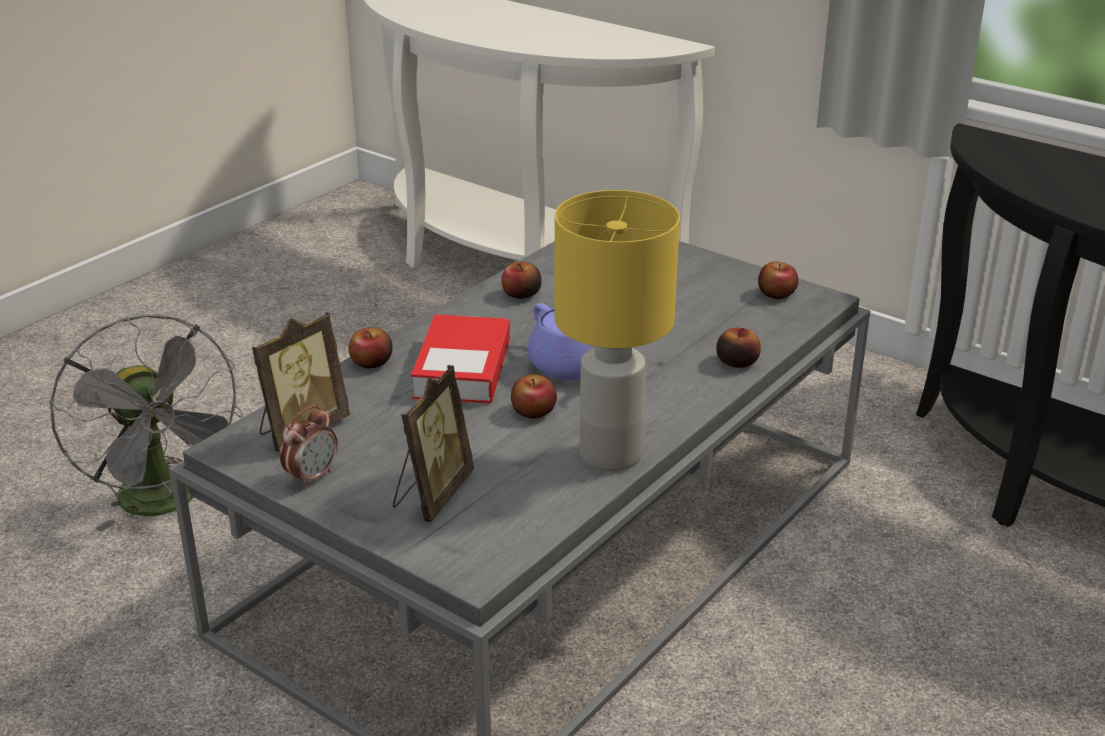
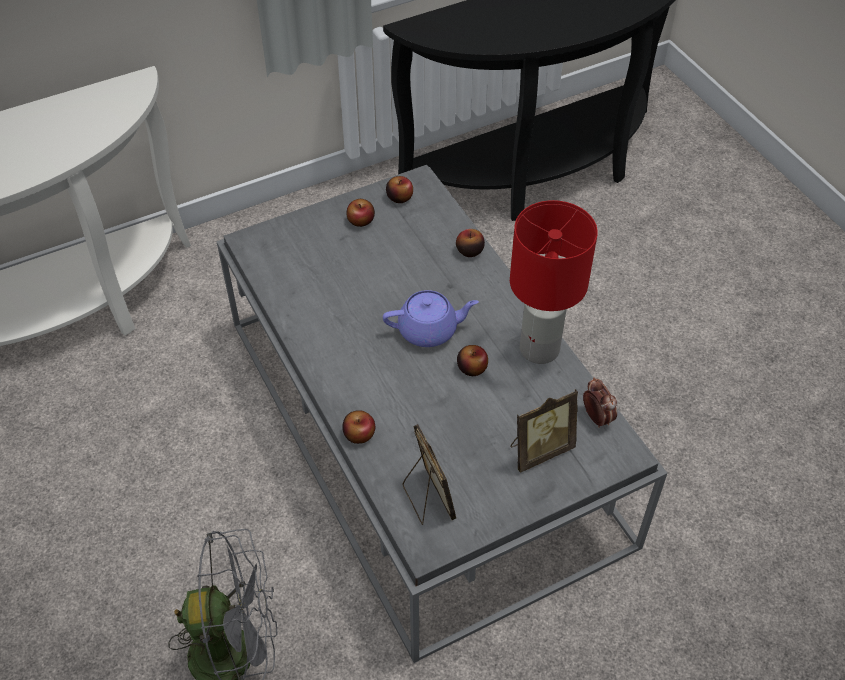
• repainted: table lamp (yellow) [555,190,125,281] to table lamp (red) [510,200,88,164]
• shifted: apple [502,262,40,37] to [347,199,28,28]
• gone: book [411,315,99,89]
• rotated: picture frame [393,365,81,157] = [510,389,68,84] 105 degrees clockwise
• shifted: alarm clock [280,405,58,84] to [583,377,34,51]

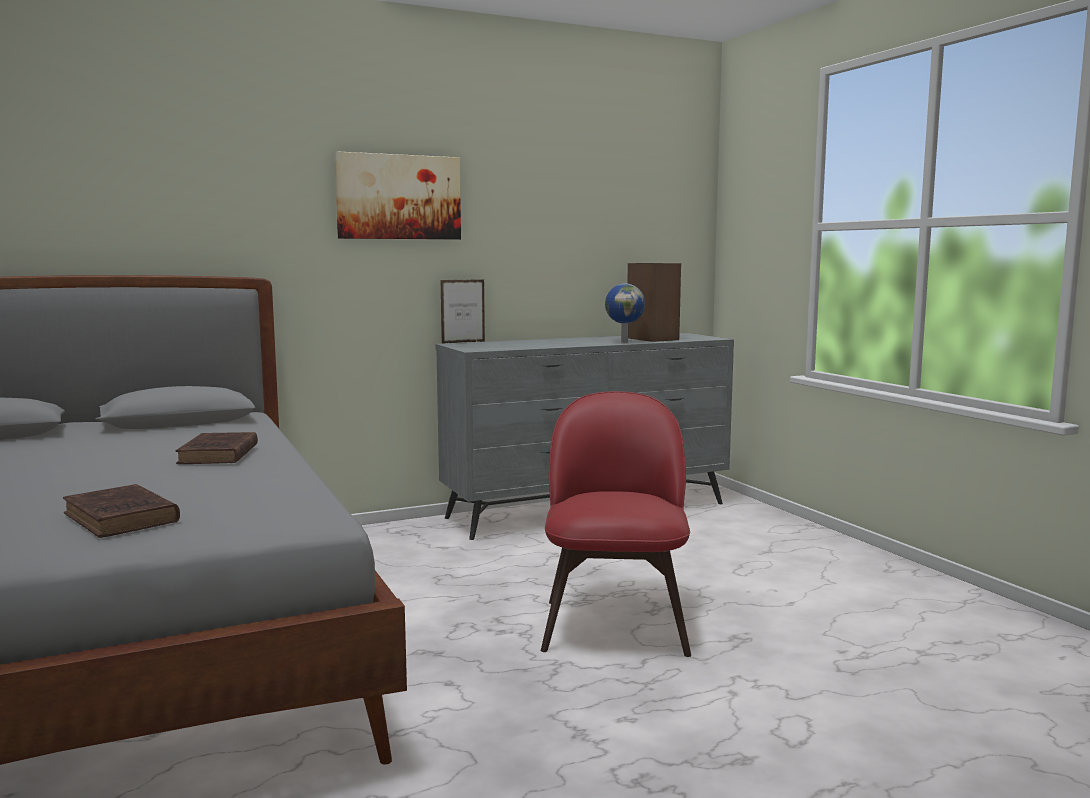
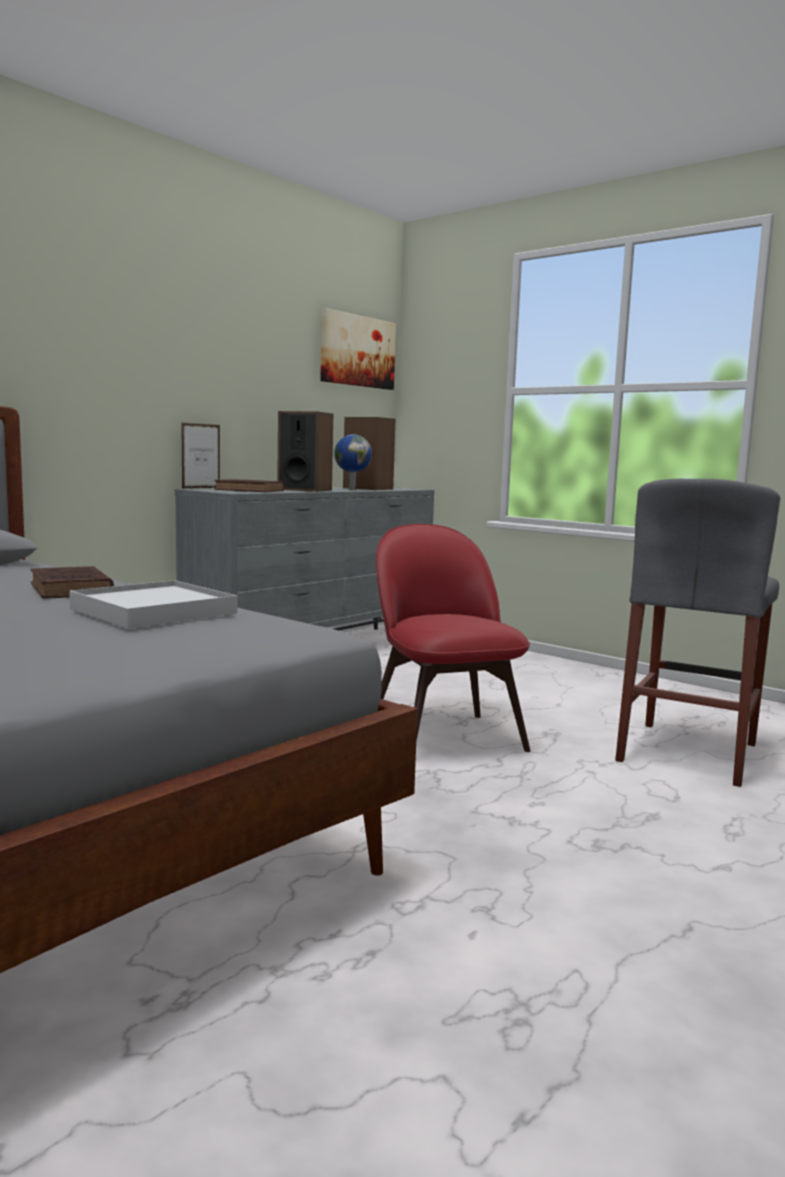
• shifted: picture [335,151,126,88] to [320,308,76,82]
• shifted: book (brown) [63,484,117,54] to [214,479,70,13]
• new: speaker [277,411,56,81]
• new: stool (grey) [615,479,165,308]
• new: tray (white) [69,580,168,49]

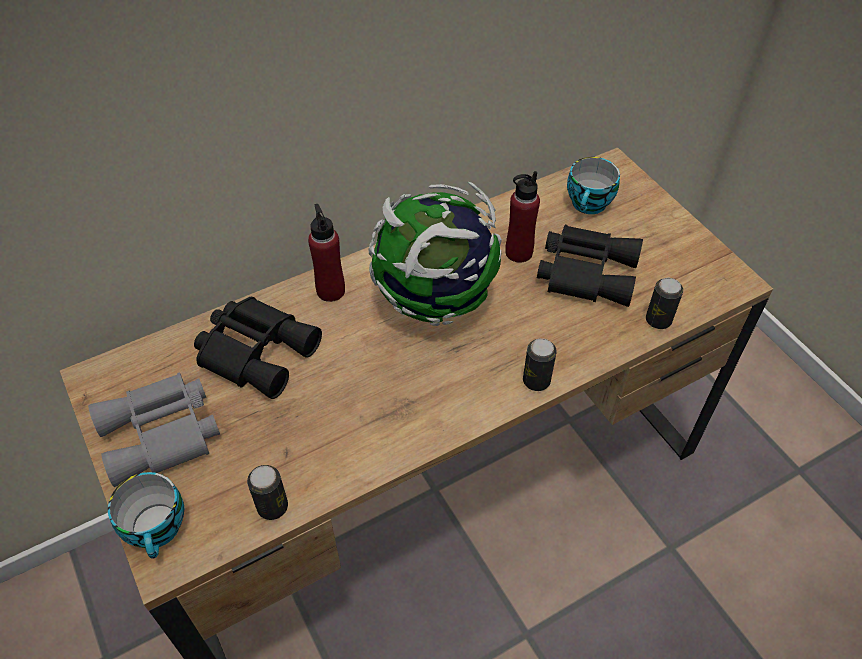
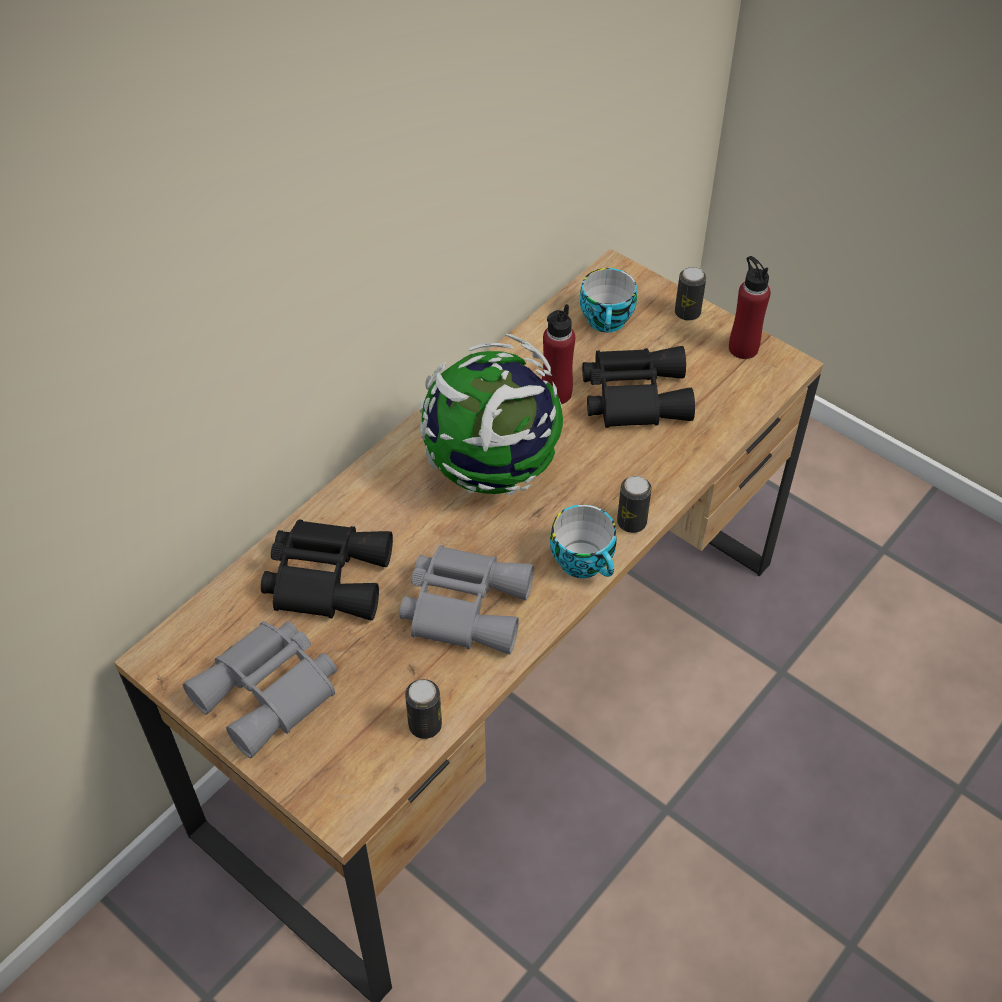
• shifted: bottle (red) [308,204,37,98] to [729,256,42,103]
• shifted: can [646,278,37,51] to [675,267,31,54]
• shifted: cup [108,472,76,87] to [550,505,67,73]
• new: binoculars (grey) [399,545,135,109]

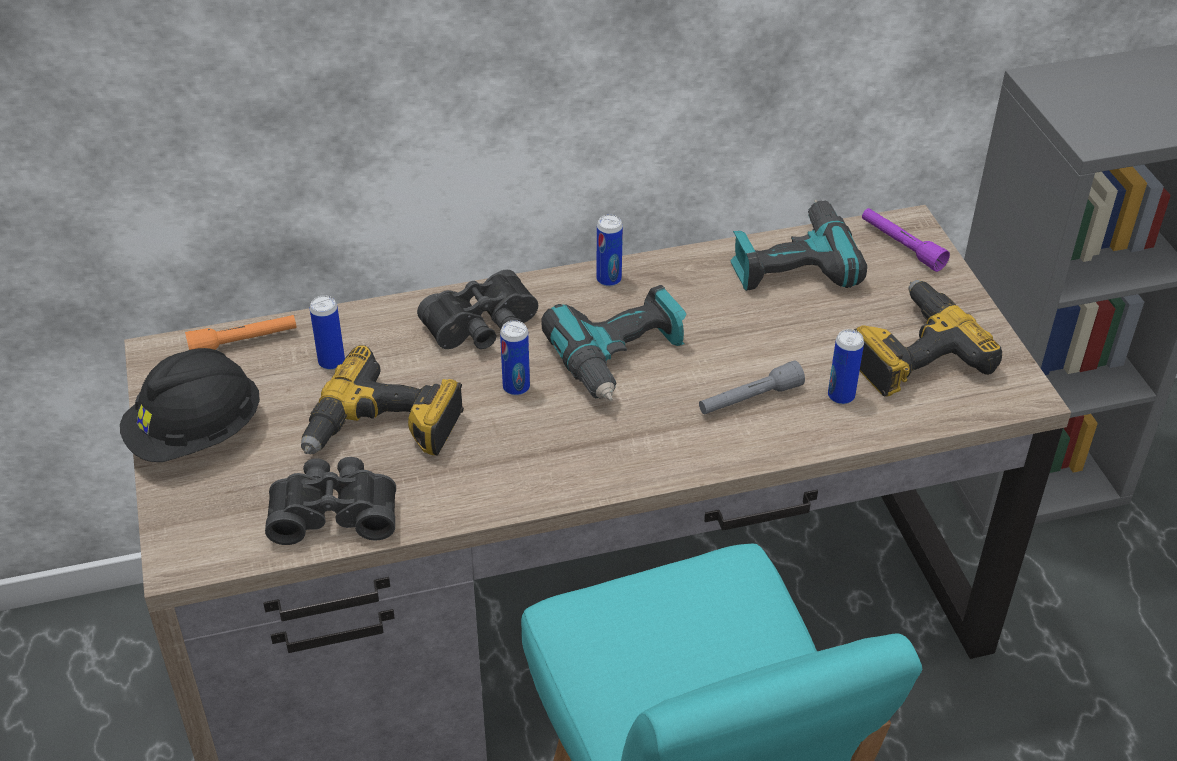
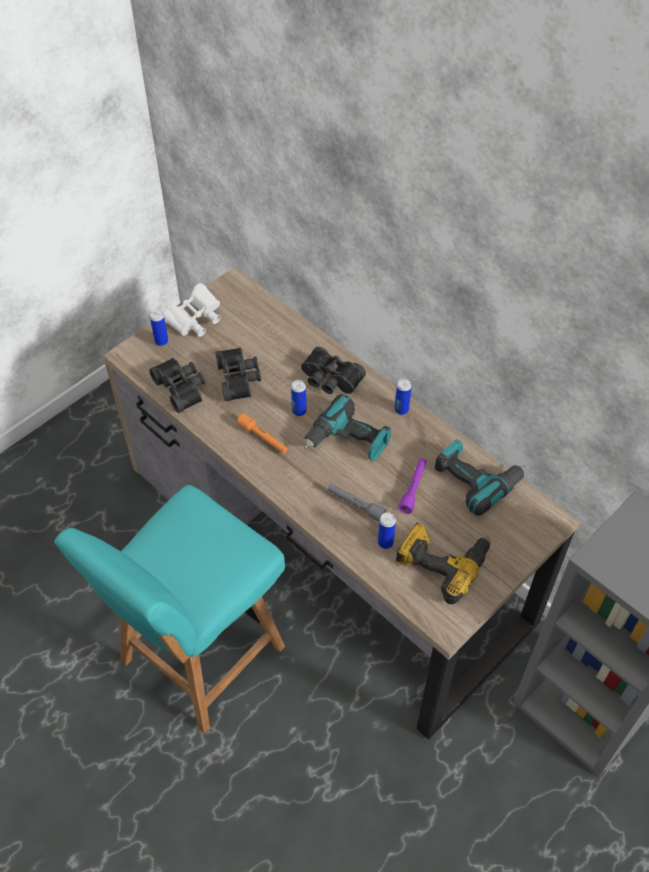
• shifted: flashlight (purple) [862,208,88,64] to [398,458,29,56]
• shifted: can [310,295,35,75] to [150,310,18,36]
• shifted: flashlight (orange) [185,315,112,35] to [237,413,51,41]
• swapped: power drill [301,345,163,111] to binoculars (black) [215,348,46,53]
• swapped: hard hat (black) [120,348,140,114] to binoculars (white) [163,283,58,54]

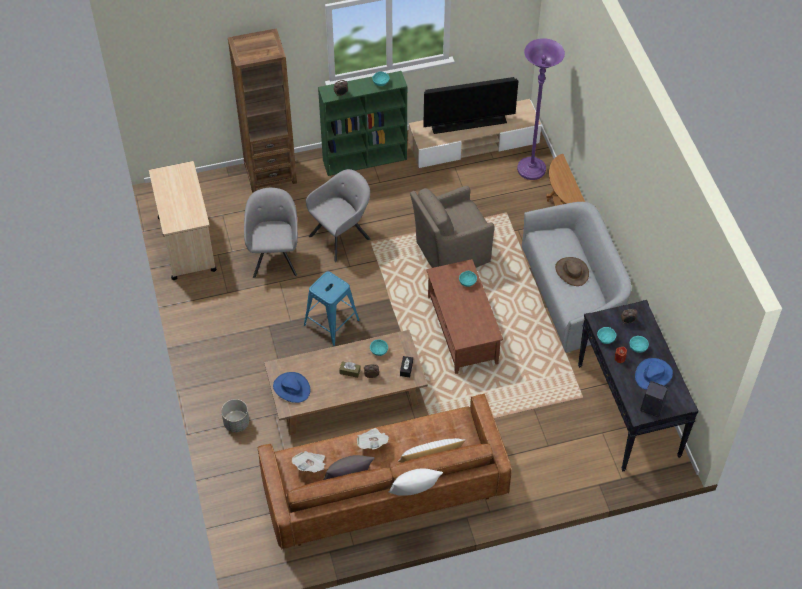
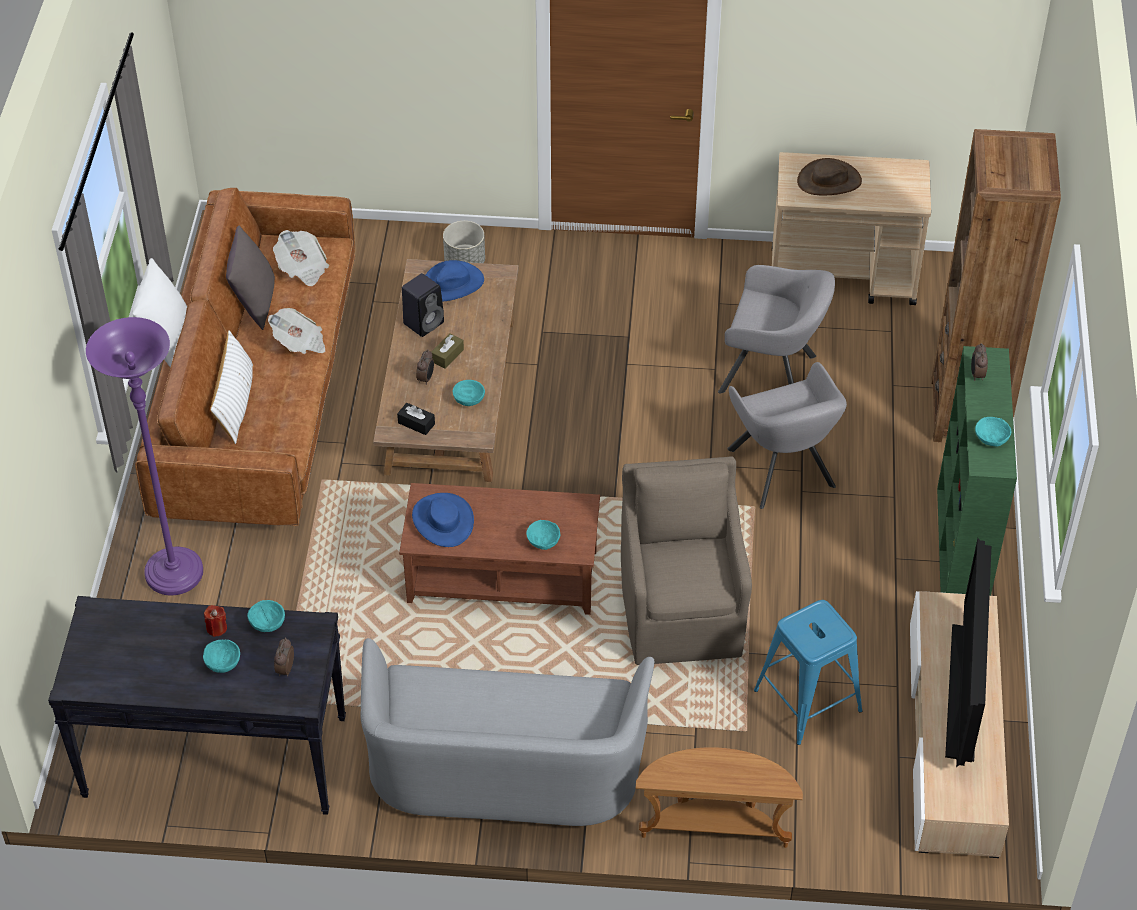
• shifted: floor lamp (purple) [517,38,48,142] to [86,317,117,278]
• shifted: hat (brown) [555,257,34,29] to [797,158,65,38]
• shifted: stool (blue) [304,271,56,75] to [754,600,109,145]
• shifted: hat (blue) [635,358,38,32] to [412,493,62,54]
• shifted: speaker (black) [640,381,28,36] to [402,273,42,64]

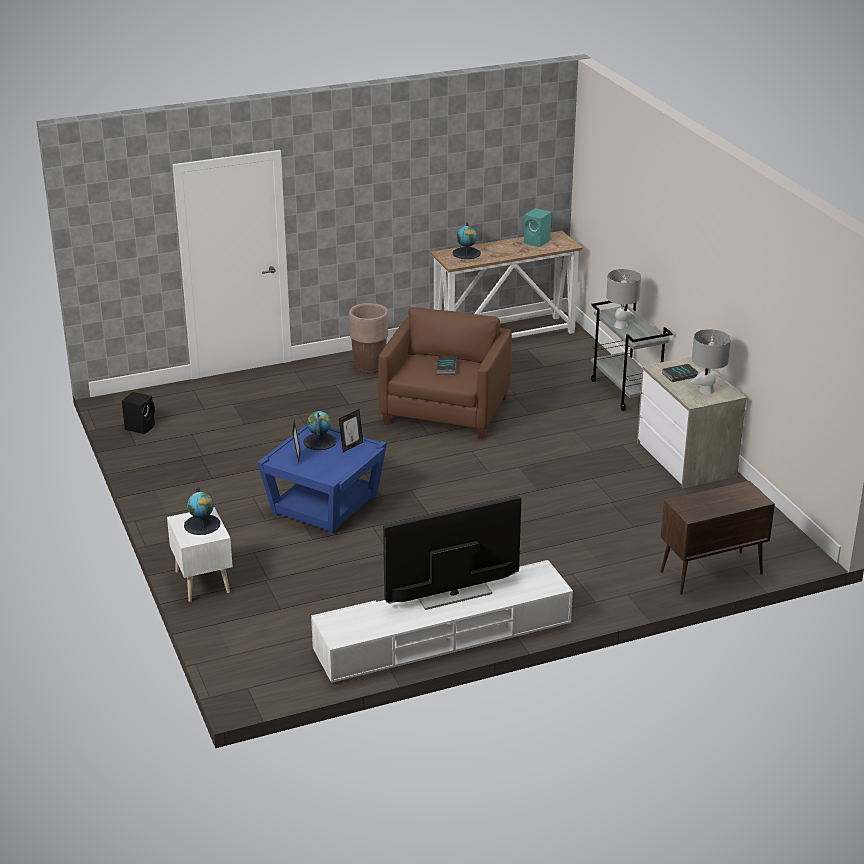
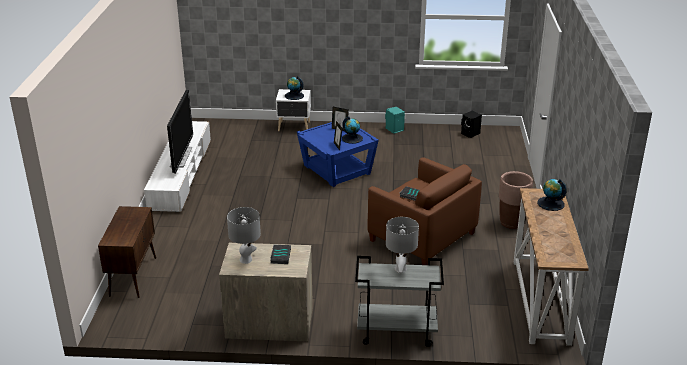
• shifted: speaker (turquoise) [524,208,27,39] to [385,107,20,27]

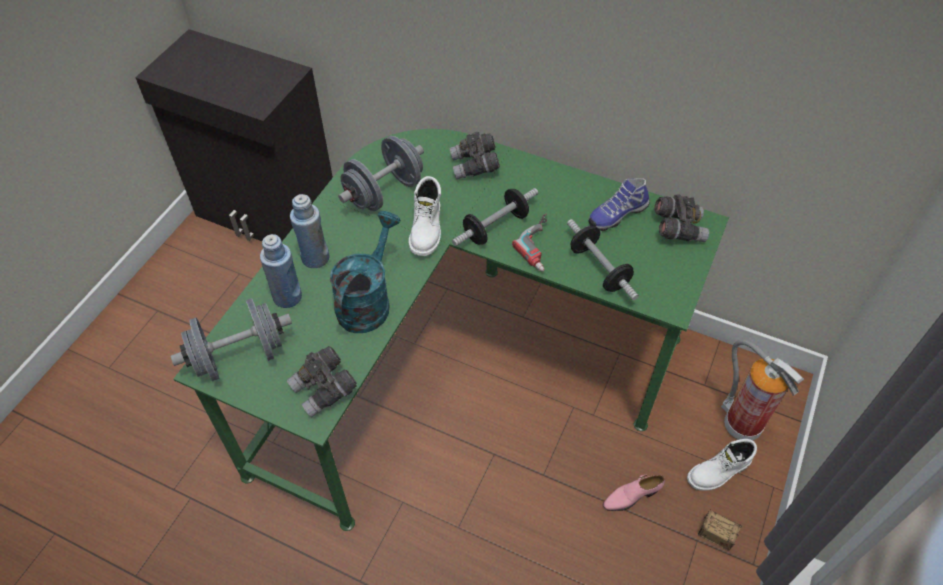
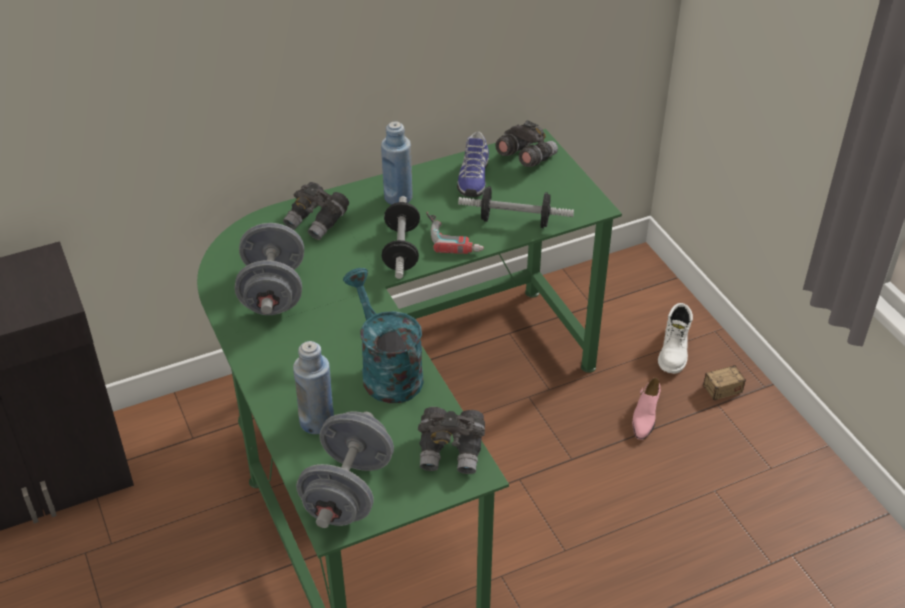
• gone: boot (white) [409,176,32,80]
• shifted: bottle (blue) [290,194,39,74] to [381,121,32,84]
• gone: fire extinguisher [721,340,83,100]

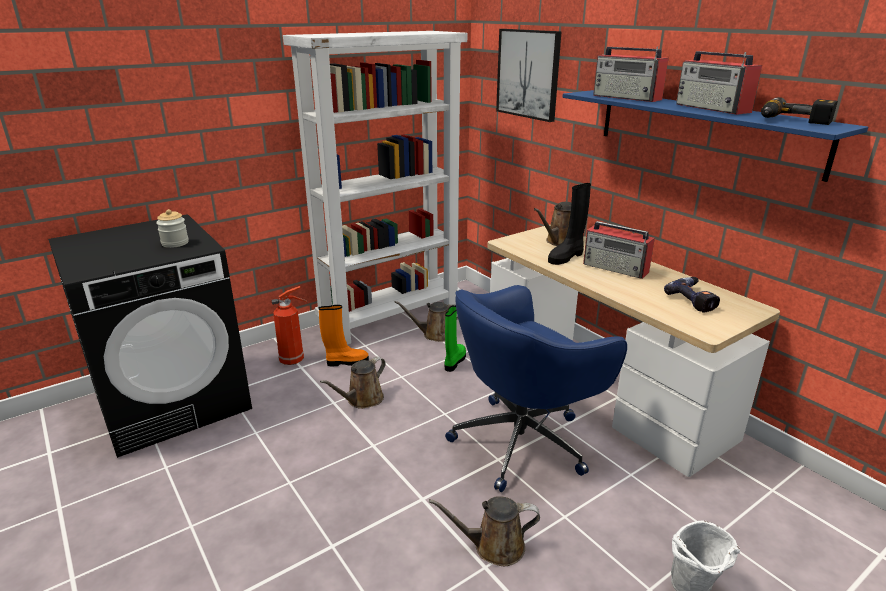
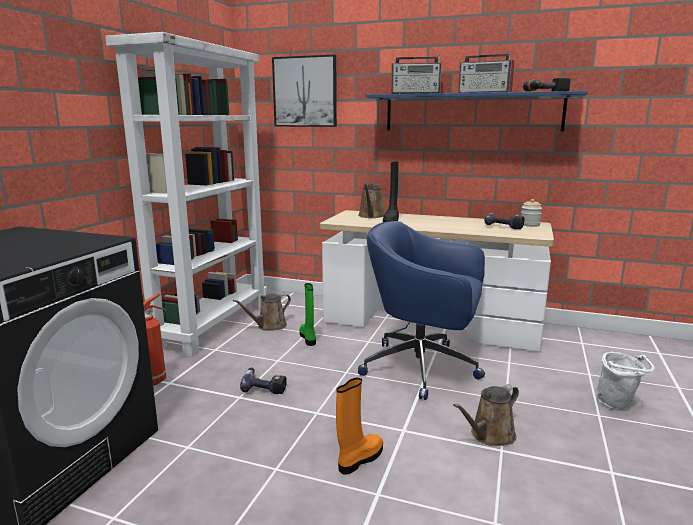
• shifted: jar [156,209,33,39] to [521,199,21,28]
• gone: radio [583,221,72,58]
• rotated: office chair (blue) [445,285,182,207] = [358,221,127,179] 90 degrees clockwise
• shifted: boot (orange) [319,305,50,62] to [336,378,47,97]
• swapped: watering can (brown) [320,357,66,52] to power drill [240,367,47,27]

